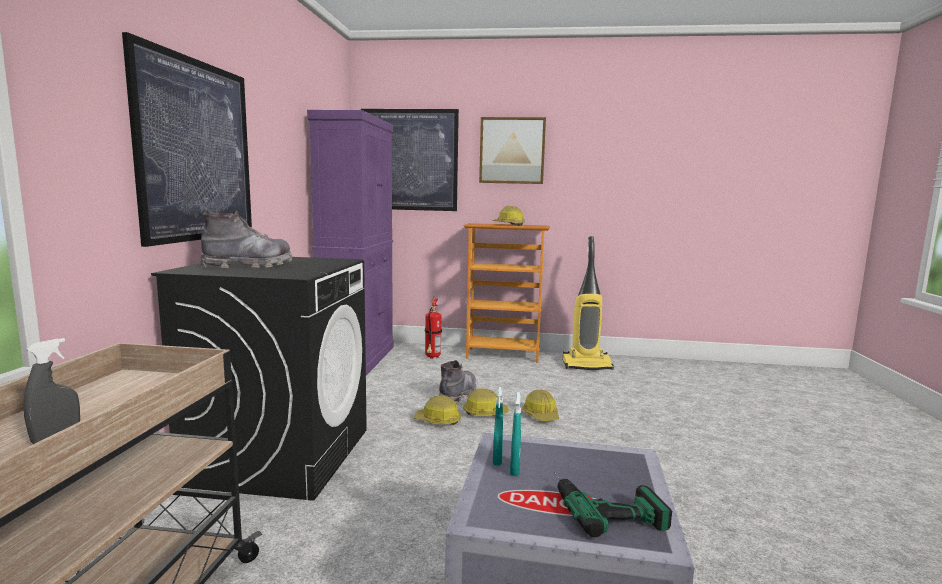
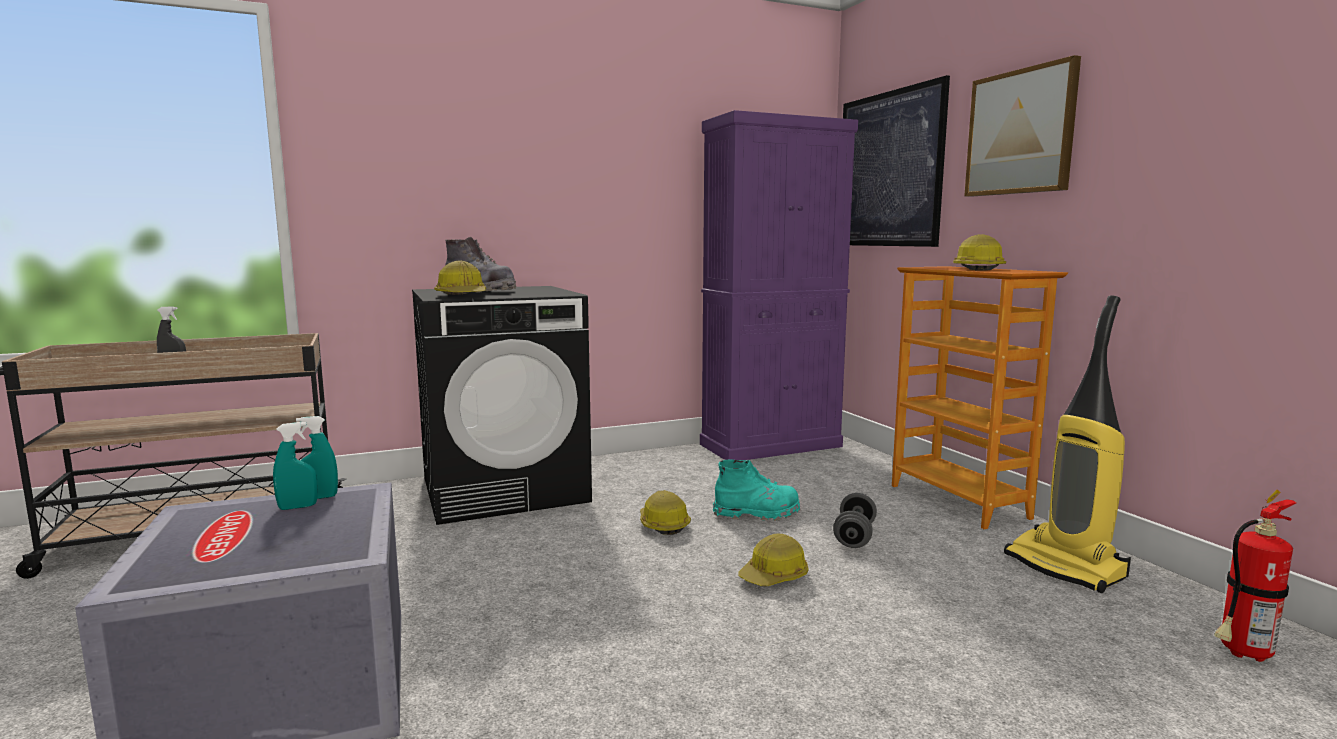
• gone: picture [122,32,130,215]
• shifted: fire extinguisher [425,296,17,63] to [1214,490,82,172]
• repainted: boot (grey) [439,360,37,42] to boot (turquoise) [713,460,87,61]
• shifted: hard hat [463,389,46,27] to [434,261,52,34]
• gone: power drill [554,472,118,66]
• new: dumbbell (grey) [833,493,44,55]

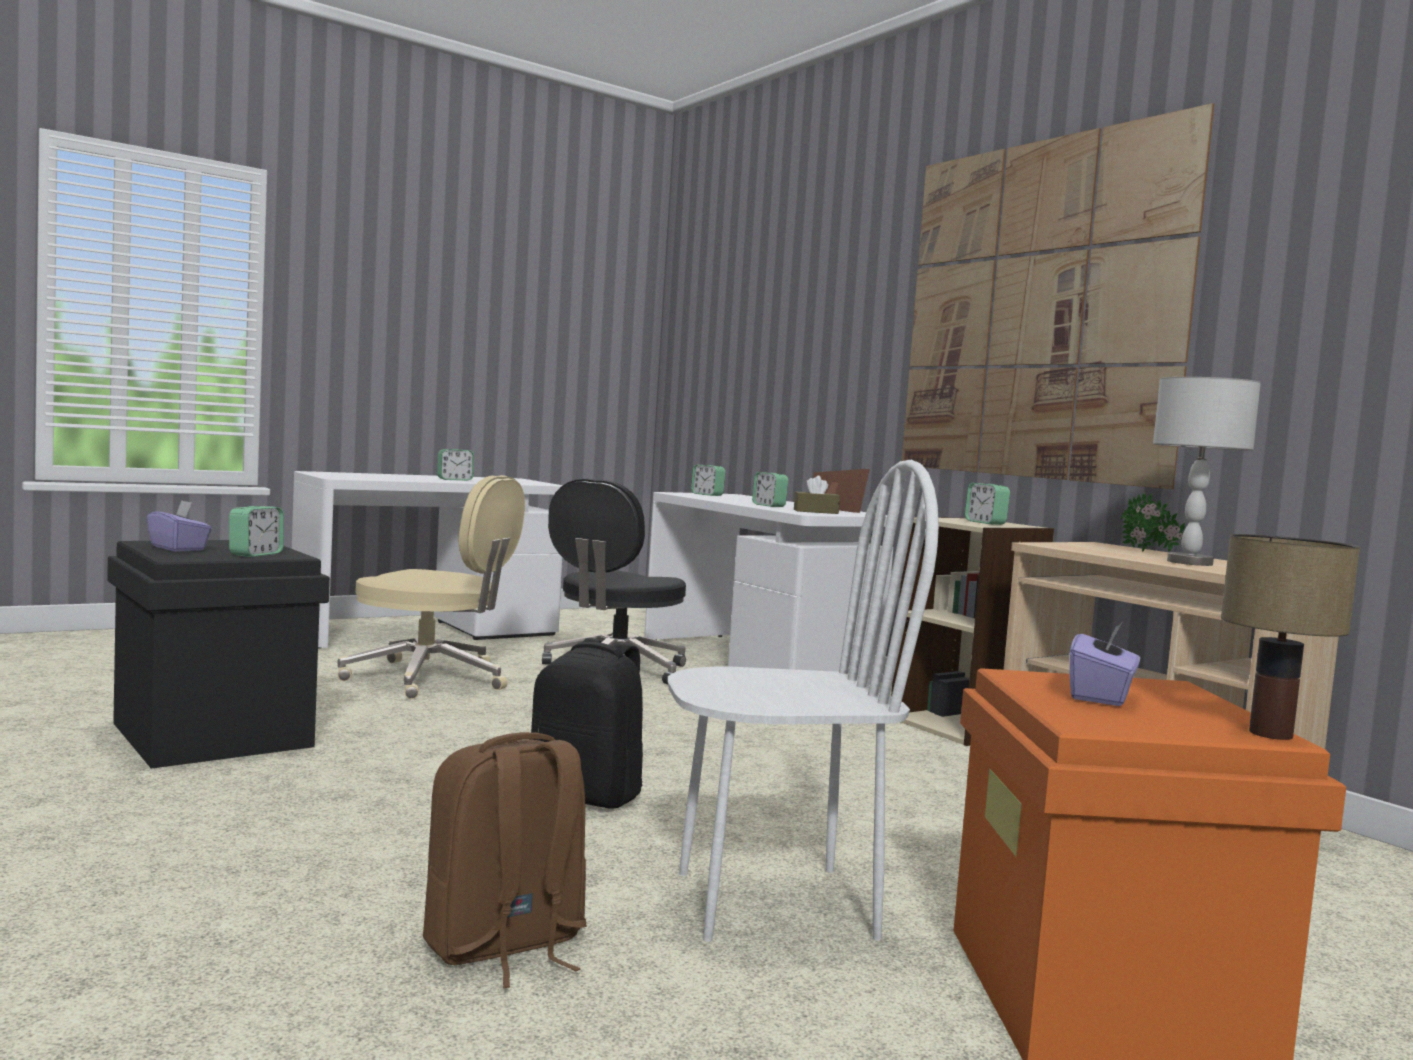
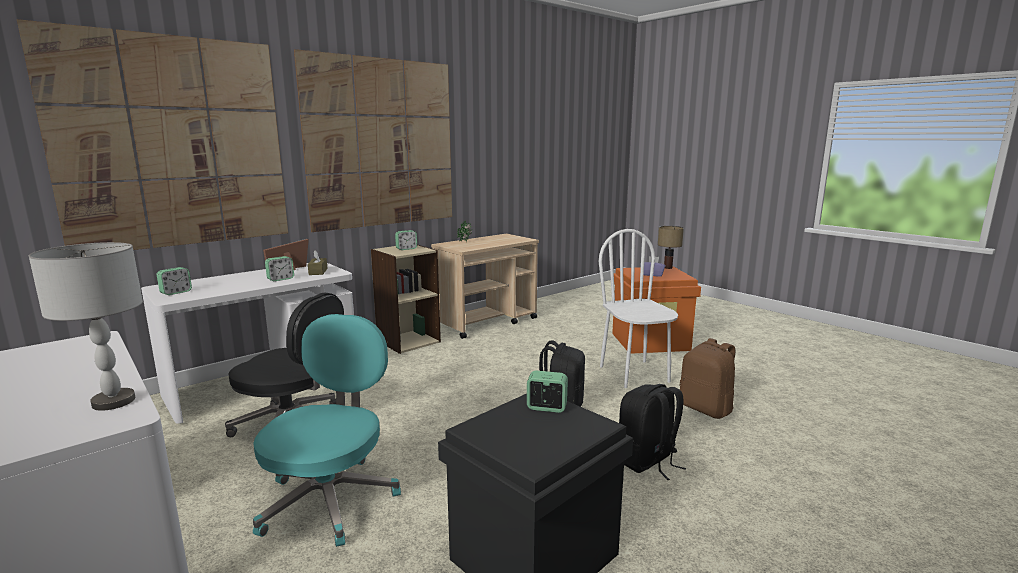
• shifted: table lamp (grey) [1153,377,108,189] to [29,242,114,169]
• gone: alarm clock [437,449,37,32]
• repainted: office chair (beige) [338,475,187,224] to office chair (turquoise) [253,314,148,233]
• gone: tissue box (purple) [147,500,65,52]
• new: picture [17,19,271,231]
• new: backpack (black) [619,384,67,96]

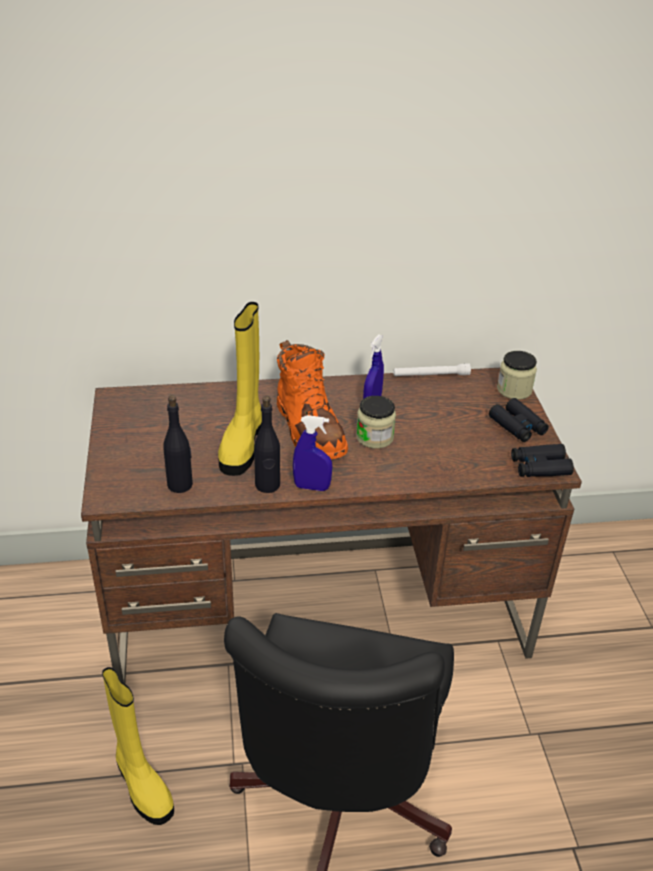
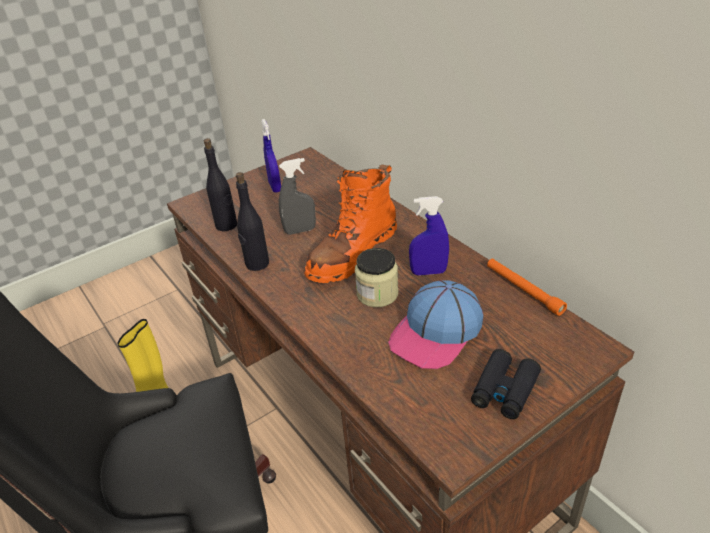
• swapped: boot (yellow) [218,302,44,174] to spray bottle (grey) [279,158,37,77]
• gone: jar [497,351,40,49]
• repainted: flashlight (white) [393,363,78,13] to flashlight (orange) [487,259,80,57]
• shifted: spray bottle (blue) [293,415,39,76] to [261,119,20,74]
• gone: binoculars (black) [511,444,63,33]
• new: cap [388,280,95,89]

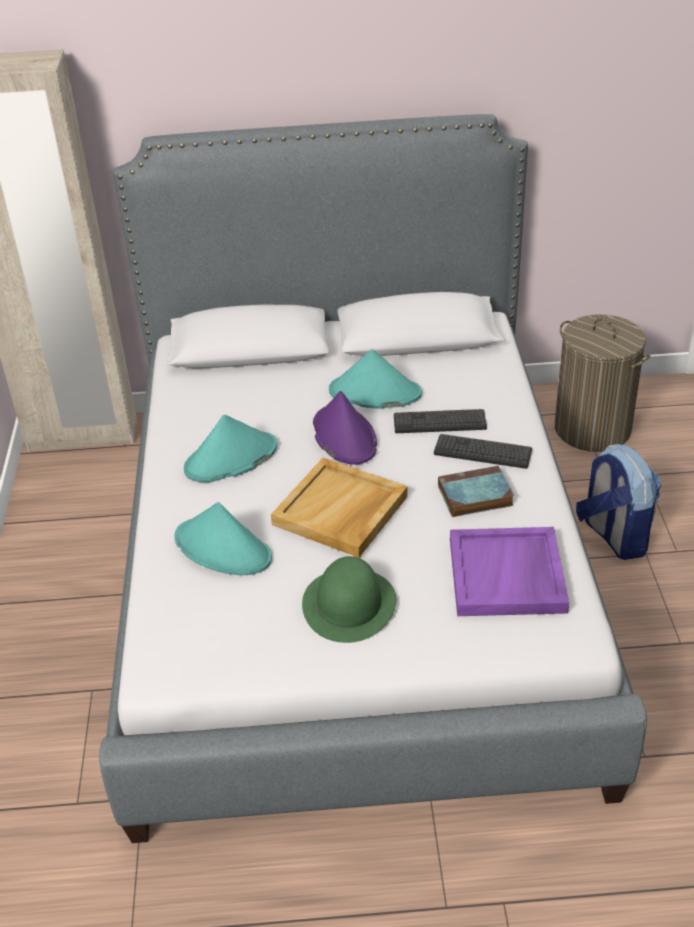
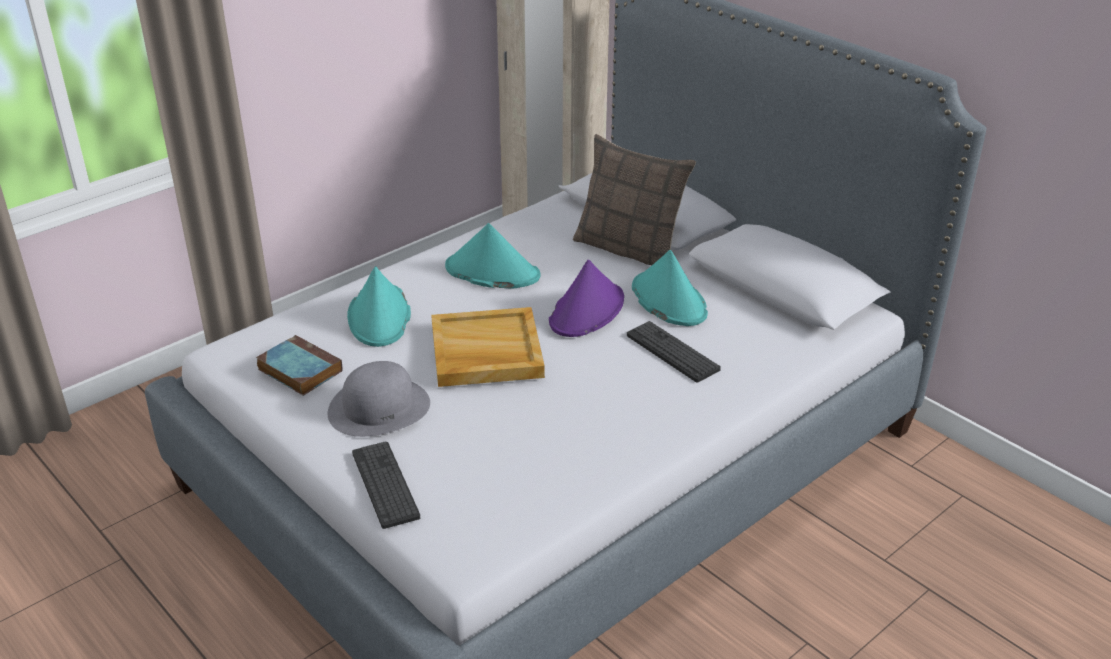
• gone: laundry basket [555,314,95,138]
• shifted: keyboard [434,434,98,35] to [352,441,68,88]
• gone: backpack [576,444,85,116]
• shifted: book [438,466,76,51] to [256,335,86,61]
• gone: tray (purple) [450,527,119,89]
• repainted: hat (green) [302,556,94,87] to hat (grey) [328,361,102,76]
• new: pillow [573,134,123,131]

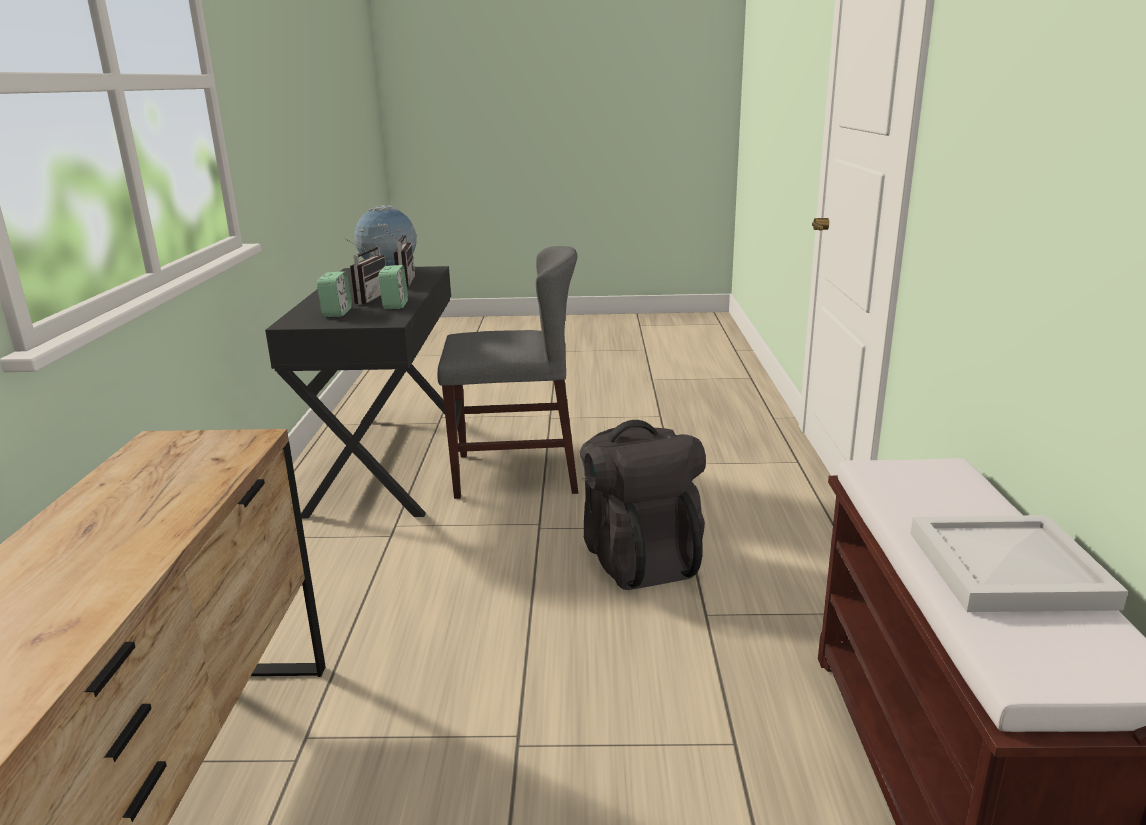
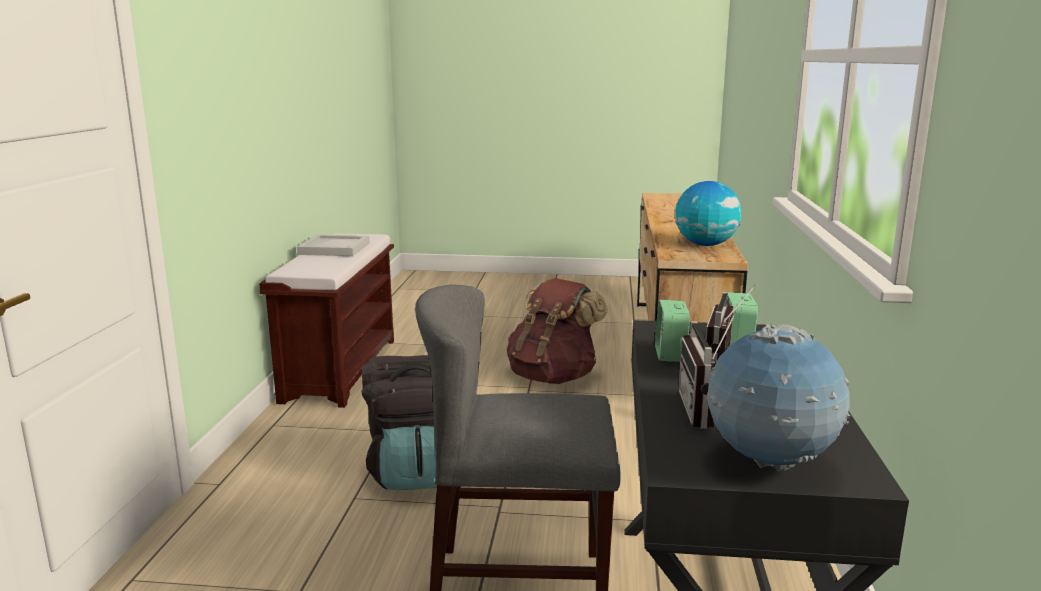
• new: globe [675,181,67,65]
• new: backpack (brown) [507,278,101,106]

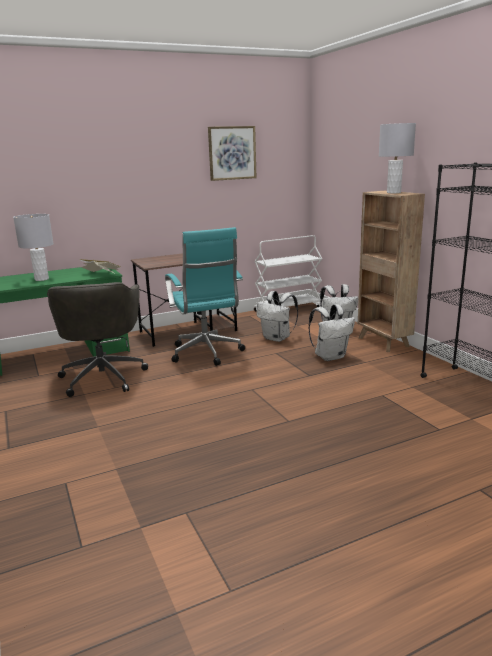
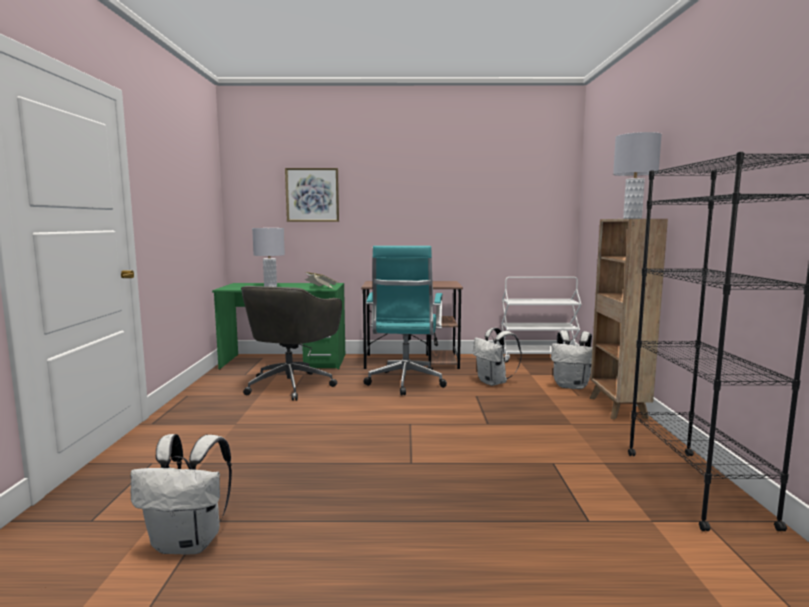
• shifted: picture [208,126,49,55] to [285,168,54,54]
• shifted: backpack (white) [308,304,47,57] to [130,434,102,121]

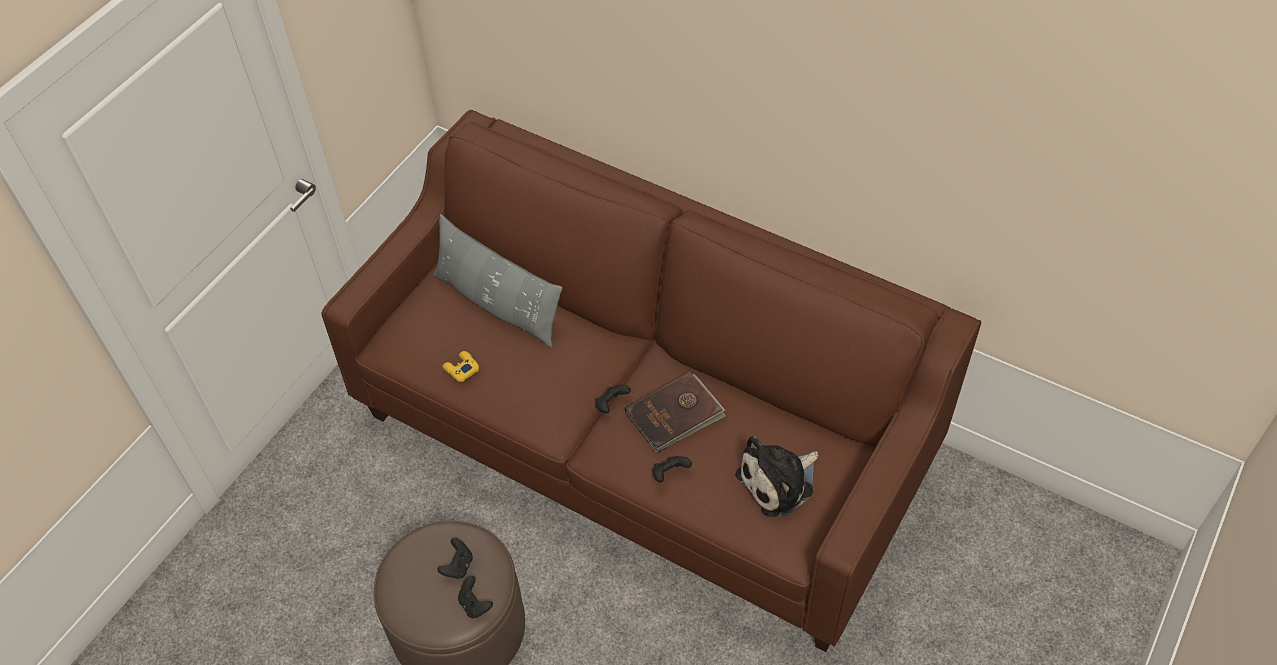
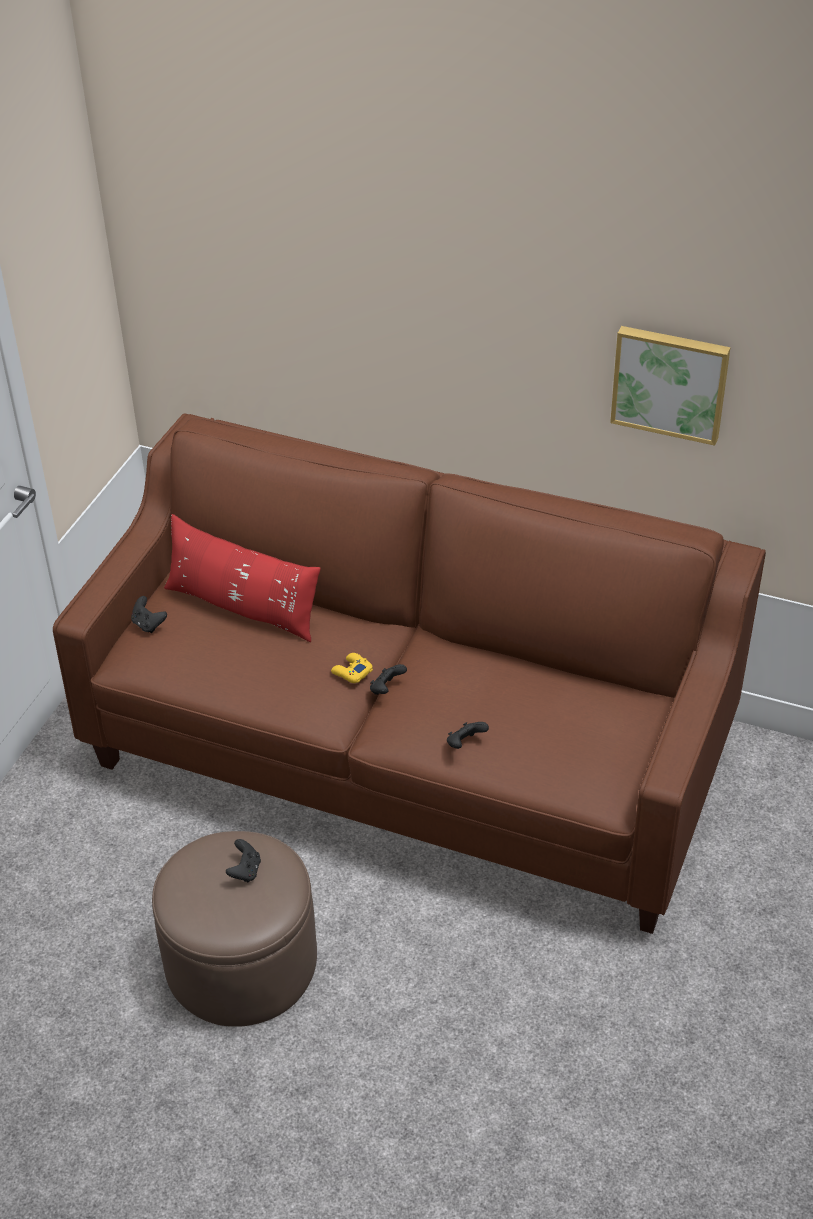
• repainted: pillow (grey) [433,214,129,134] to pillow (red) [164,514,157,128]
• shifted: game controller (yellow) [442,351,37,31] to [331,653,42,30]
• gone: book (brown) [625,371,101,82]
• gone: plush toy [735,436,84,81]
• shifted: game controller (black) [458,576,35,42] to [131,596,36,37]
• new: picture [610,326,120,120]

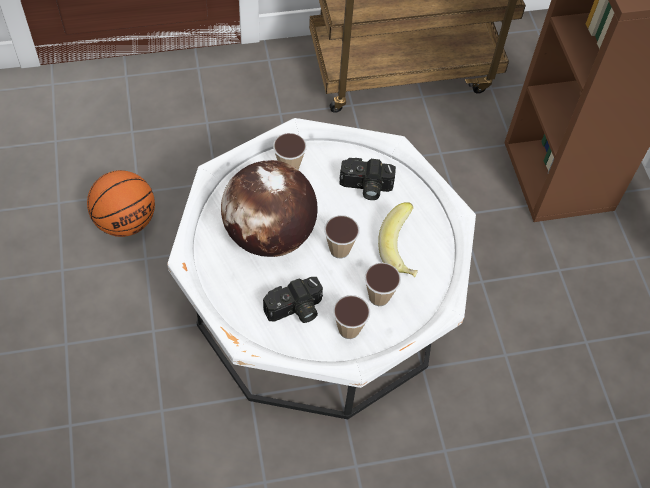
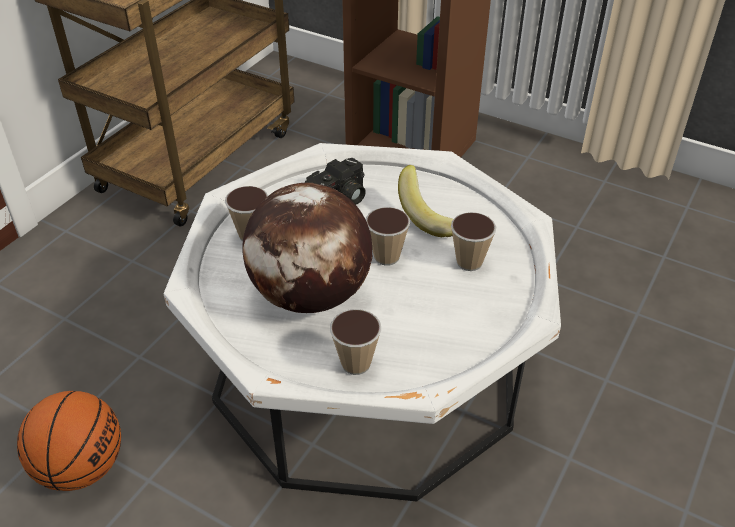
• gone: photo camera [263,277,60,46]
• shifted: cup [333,295,37,44] to [330,309,51,66]

